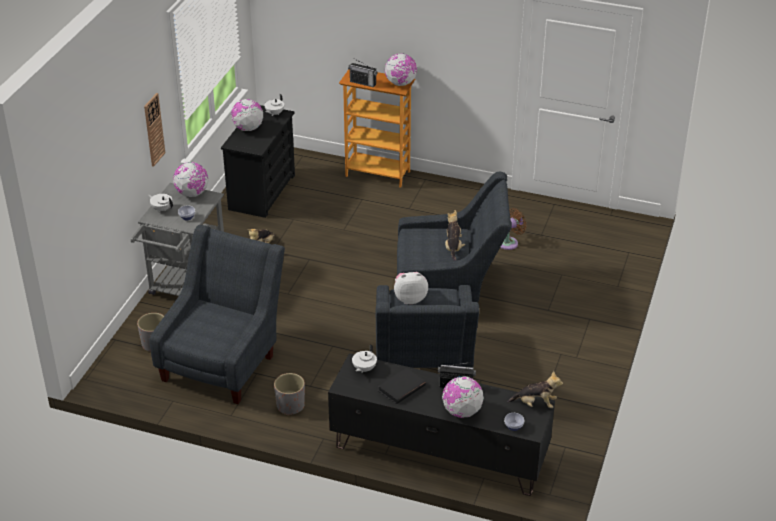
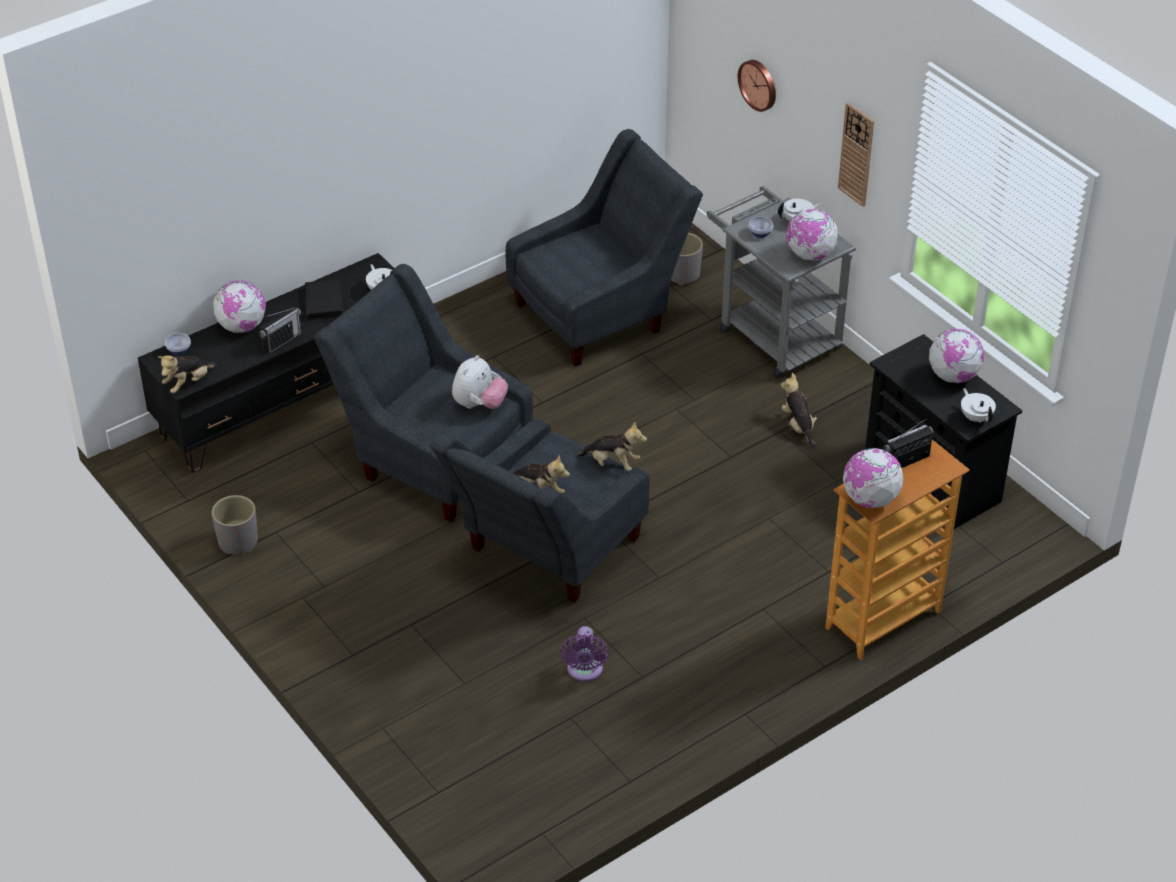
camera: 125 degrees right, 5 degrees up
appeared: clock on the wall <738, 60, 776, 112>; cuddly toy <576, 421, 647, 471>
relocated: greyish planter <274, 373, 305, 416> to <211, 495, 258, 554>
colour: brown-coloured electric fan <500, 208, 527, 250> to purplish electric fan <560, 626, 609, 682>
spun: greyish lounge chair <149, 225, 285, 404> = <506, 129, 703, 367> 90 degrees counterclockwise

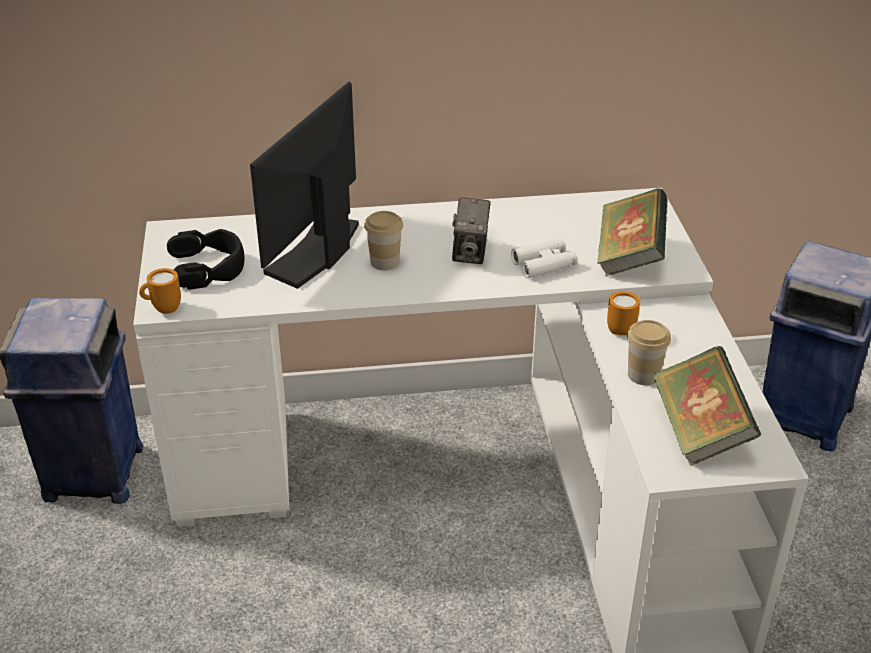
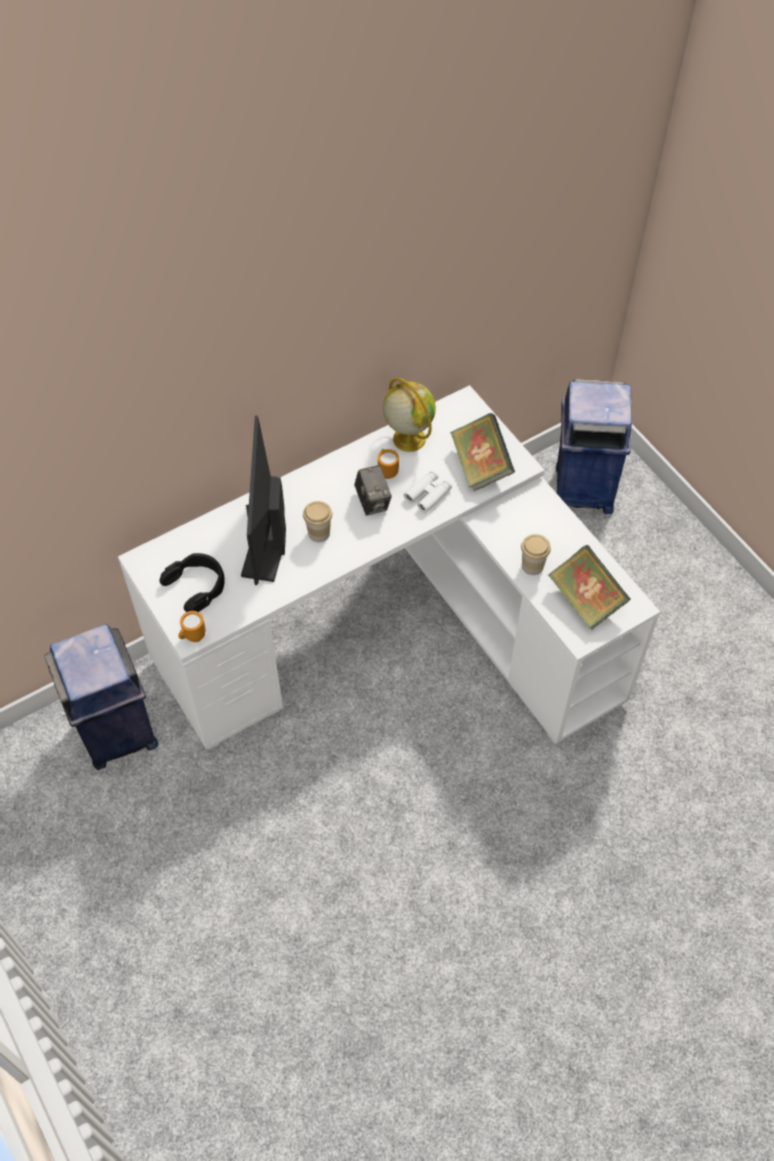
camera: 25 degrees left, 20 degrees up
appeared: world globe <383, 378, 436, 452>
relocated: orange tea mug <607, 291, 640, 335> to <378, 449, 399, 479>

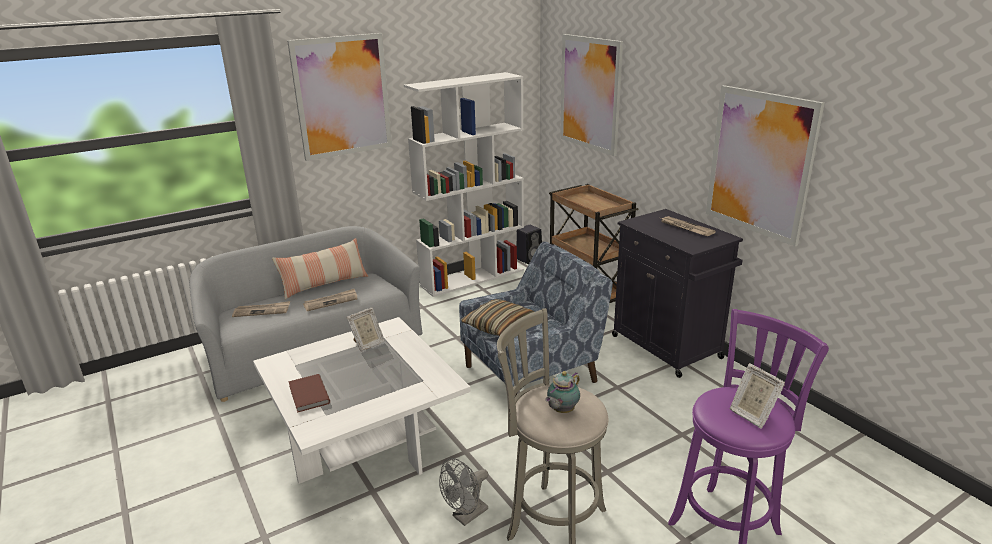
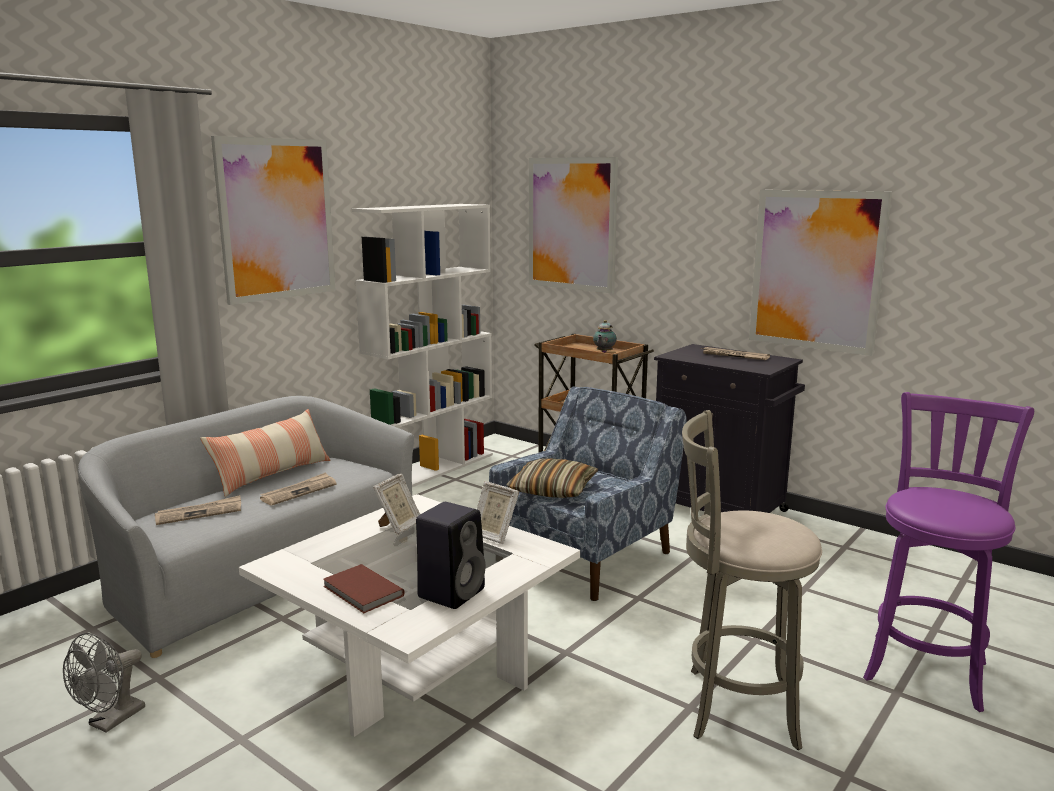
camera: 20 degrees left, 10 degrees down
relocated: black speaker <517, 225, 542, 264> to <416, 502, 485, 609>; picture frame <730, 363, 785, 429> to <477, 481, 519, 544>; pot for tea <545, 371, 580, 413> to <593, 320, 617, 353>; greyish electric fan <439, 458, 488, 526> to <63, 633, 145, 733>

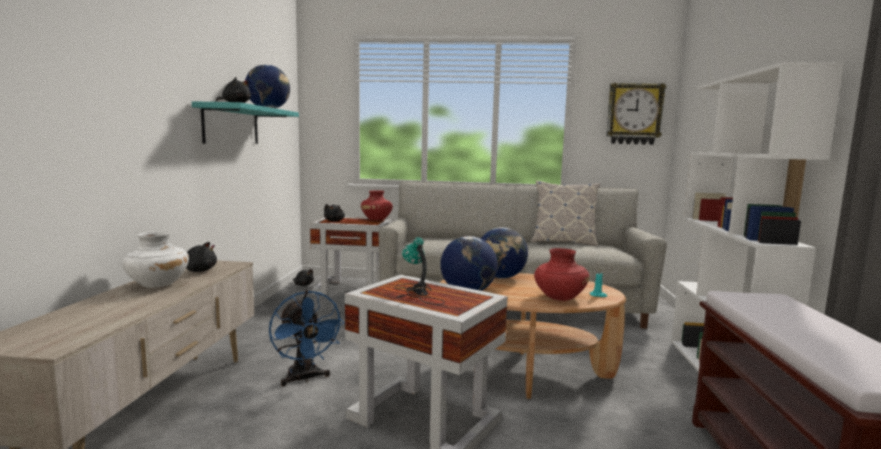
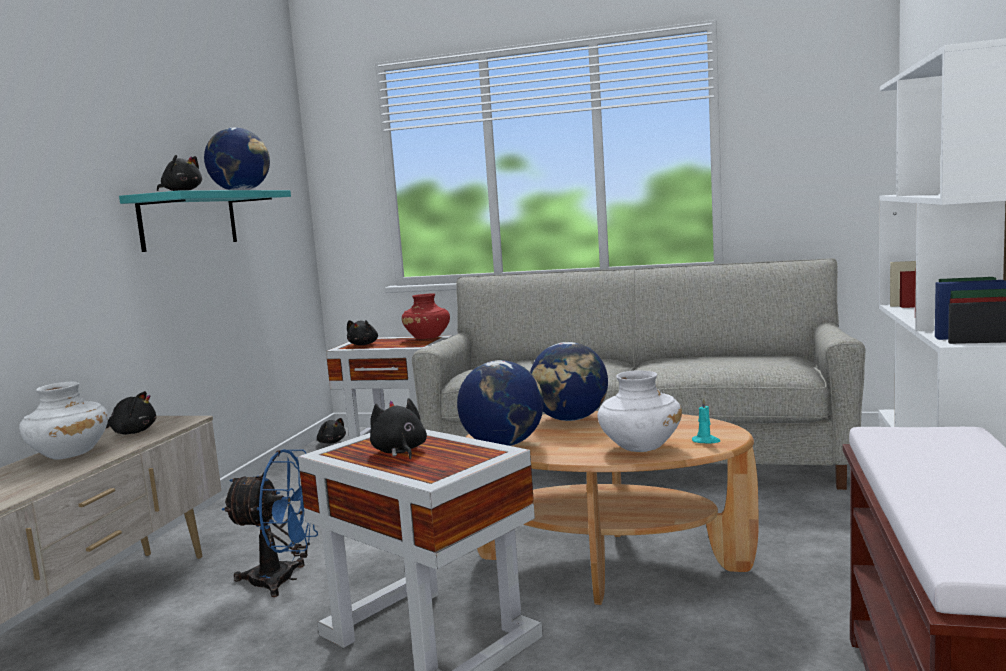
camera: 10 degrees right, 0 degrees up
missing: clock on the wall <606, 83, 666, 145>; cushion <531, 181, 600, 247>
exchanged: tabletop lamp <394, 237, 445, 305> to black cuddly toy <370, 398, 427, 459>
colour: red vase <534, 248, 590, 301> to white vase <598, 370, 682, 452>
spun: bluish electric fan <269, 291, 344, 386> = <222, 449, 318, 597> 60 degrees counterclockwise

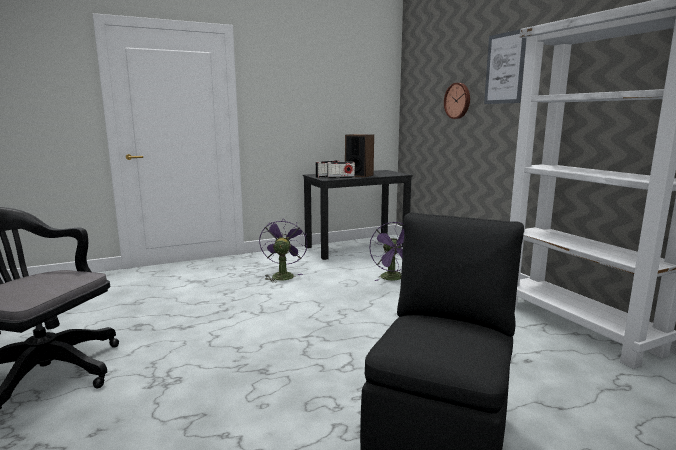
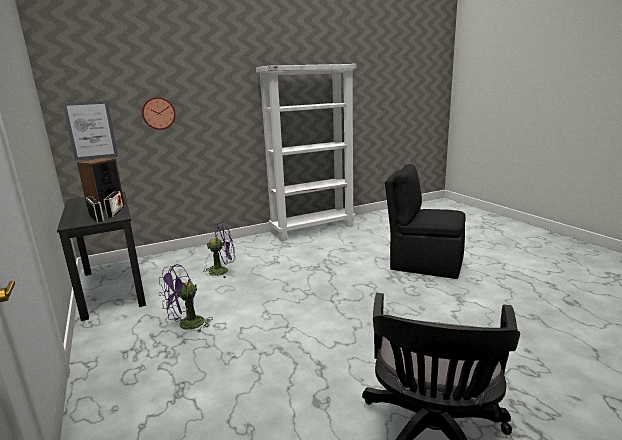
camera: 90 degrees left, 5 degrees up
relocated: wall art <484, 30, 526, 104> to <62, 100, 118, 161>
spun: purplish electric fan <259, 221, 307, 283> = <159, 264, 213, 332> 45 degrees counterclockwise

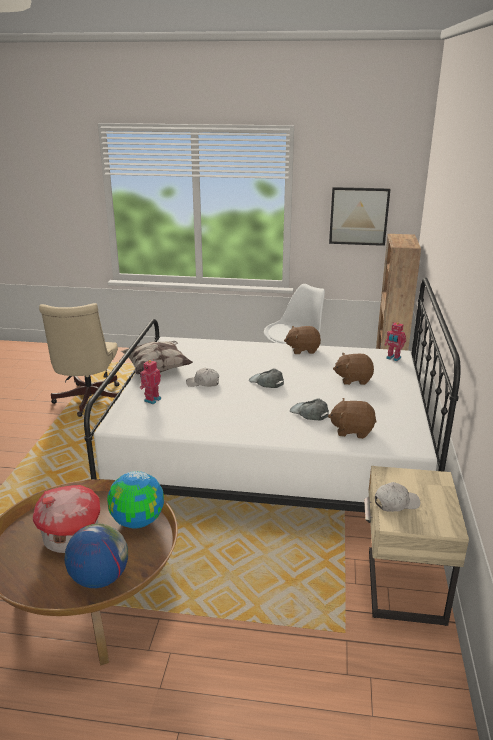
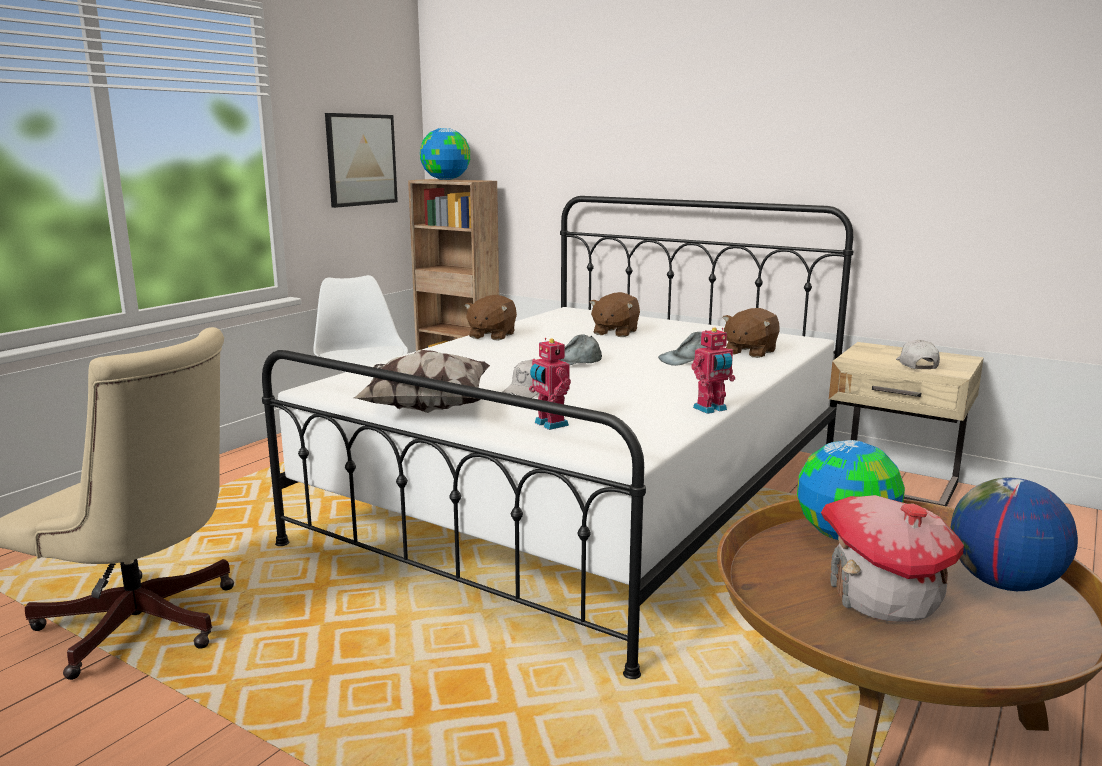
camera: 65 degrees left, 10 degrees down
appeared: world globe <420, 128, 470, 180>
relocated: toy robot <385, 322, 406, 361> to <691, 328, 735, 414>

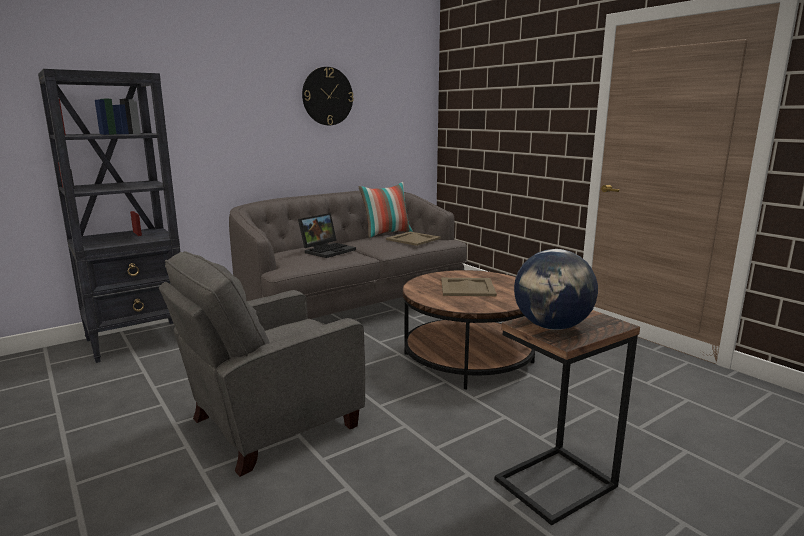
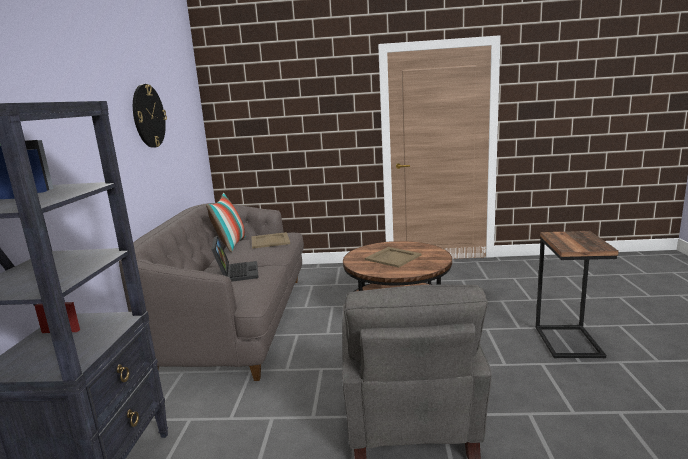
camera: 50 degrees left, 0 degrees up
missing: world globe <514, 249, 598, 330>

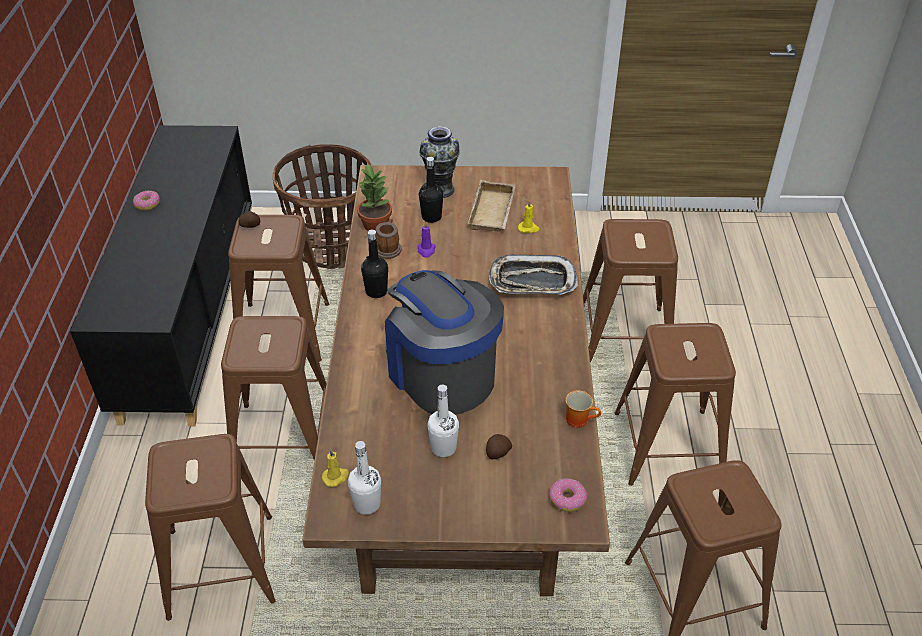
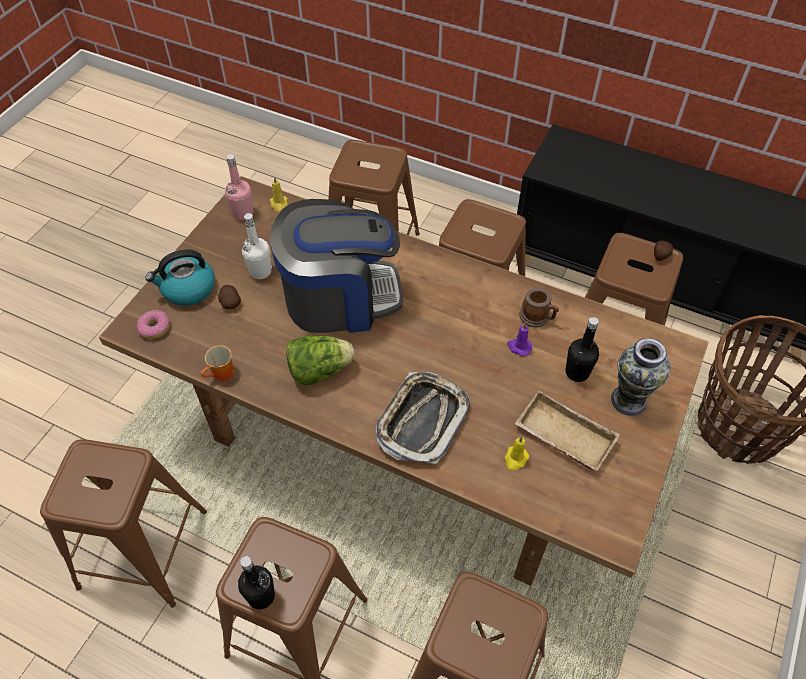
camera: 115 degrees right, 10 degrees up
missing: plant in a pot <357, 163, 392, 231>; ring doughnut <133, 191, 160, 211>
appeared: tea kettle <146, 249, 215, 306>; lettuce <286, 335, 355, 385>
relocated: black bottle <361, 230, 388, 298> to <238, 556, 275, 609>
colour: white bottle <348, 441, 381, 515> to pink bottle <225, 154, 253, 220>

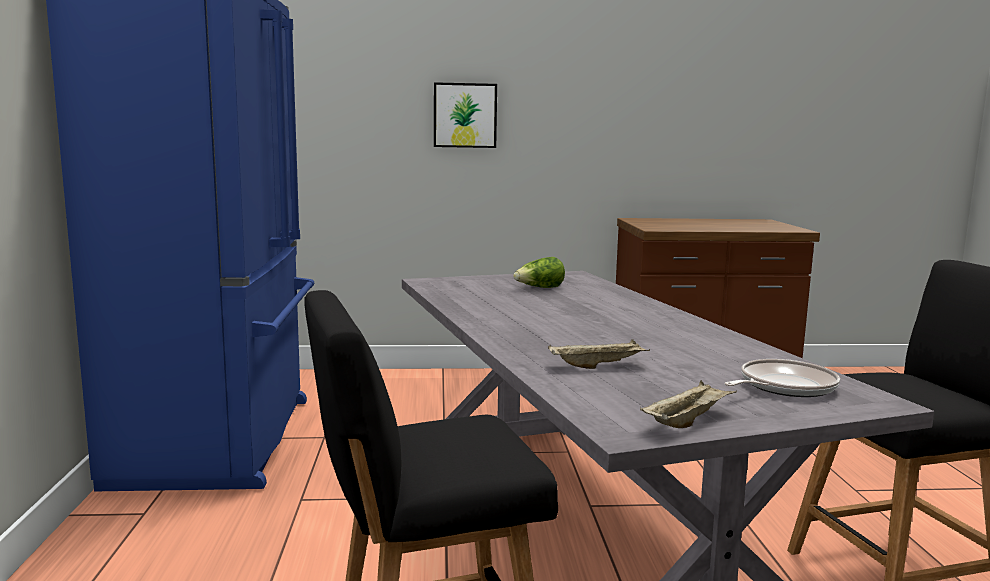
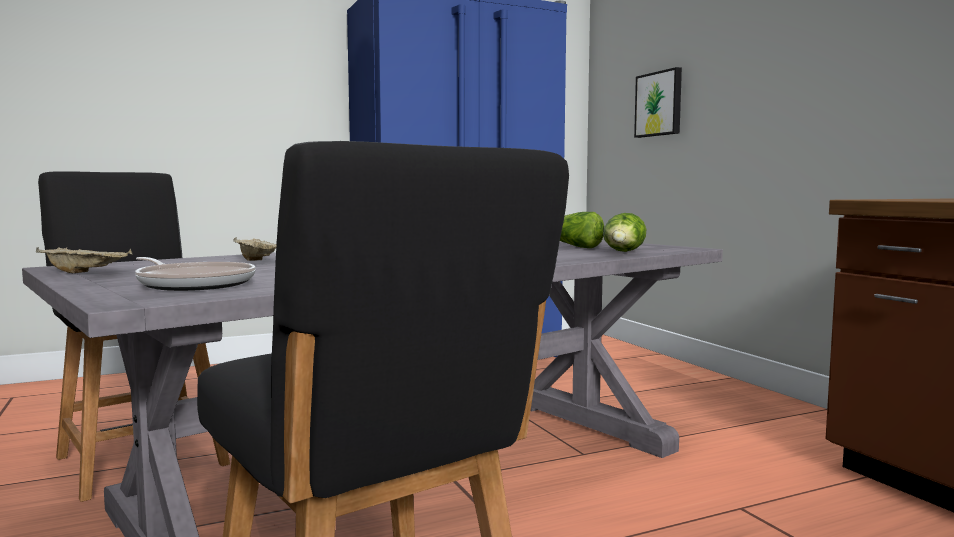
camera: 70 degrees right, 5 degrees down
appeared: lettuce <603, 213, 646, 252>
relocated: wall art <434, 82, 497, 148> to <634, 67, 682, 138>

